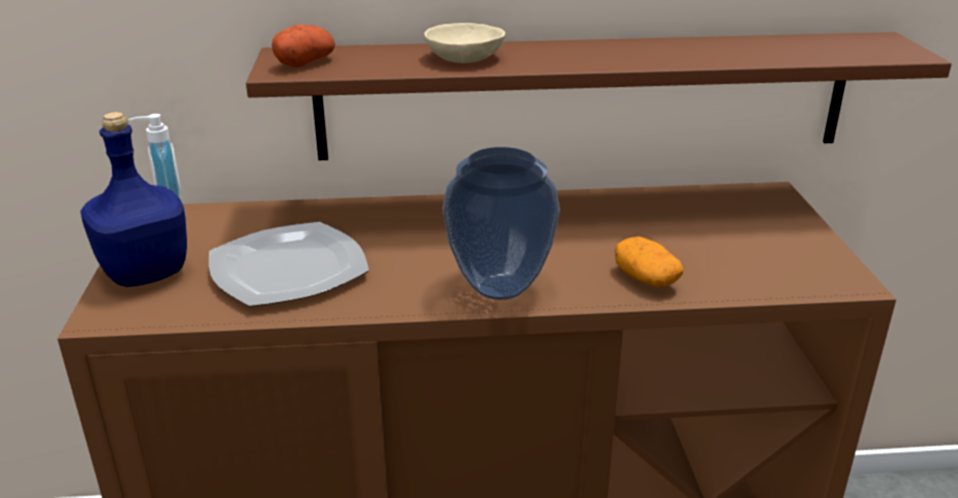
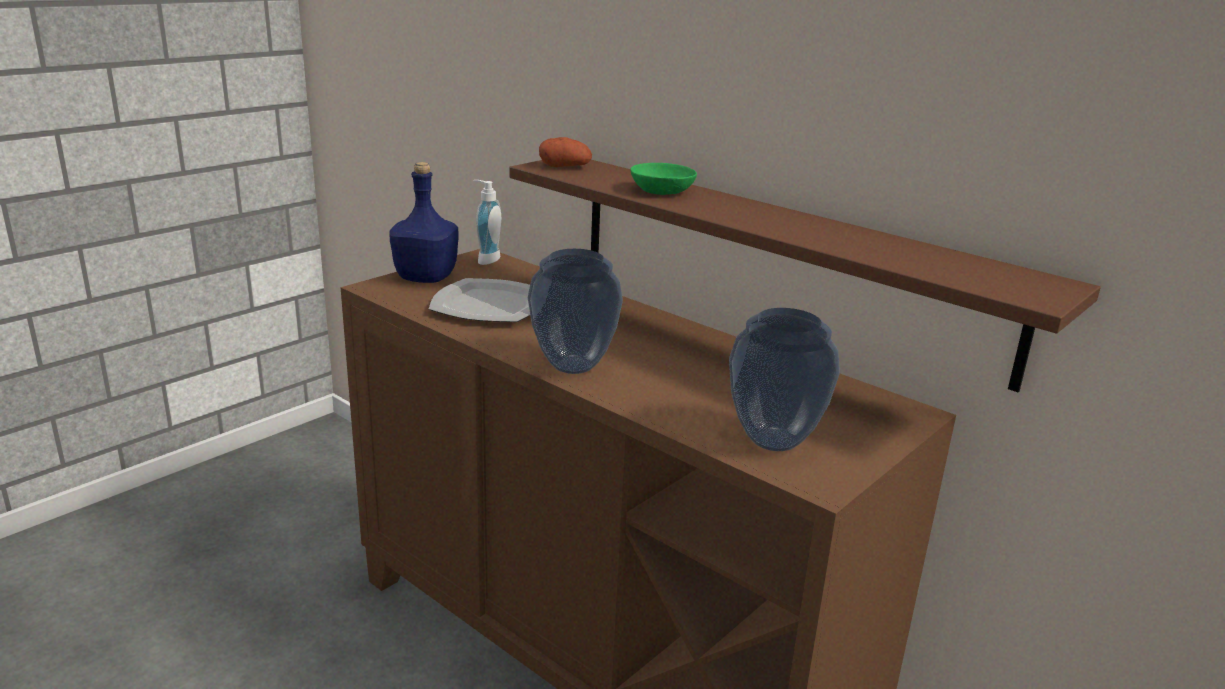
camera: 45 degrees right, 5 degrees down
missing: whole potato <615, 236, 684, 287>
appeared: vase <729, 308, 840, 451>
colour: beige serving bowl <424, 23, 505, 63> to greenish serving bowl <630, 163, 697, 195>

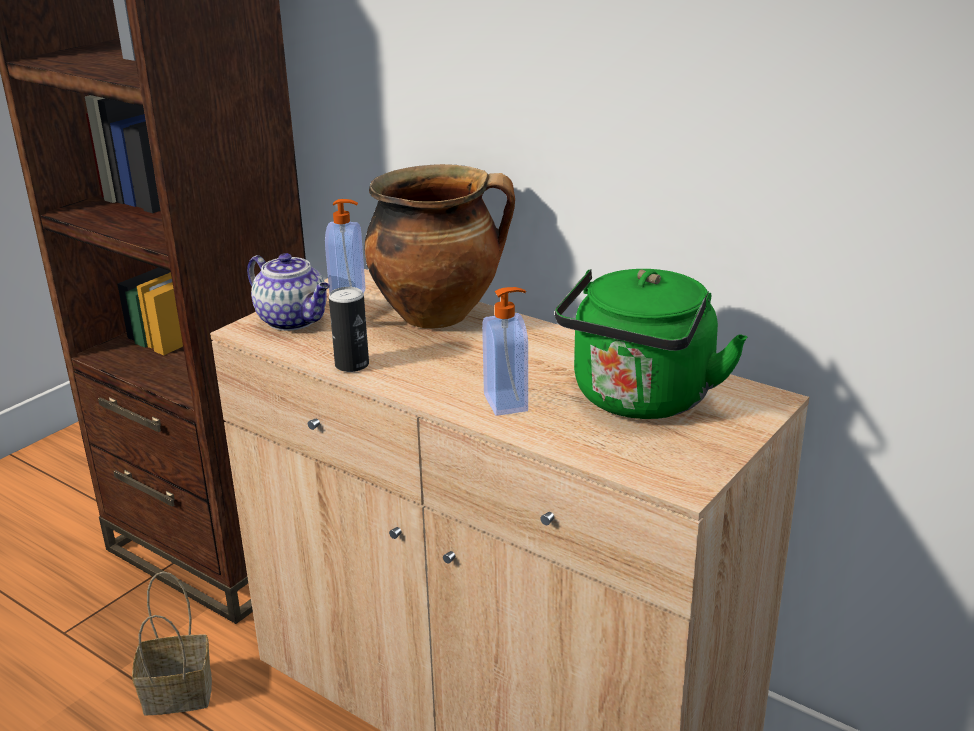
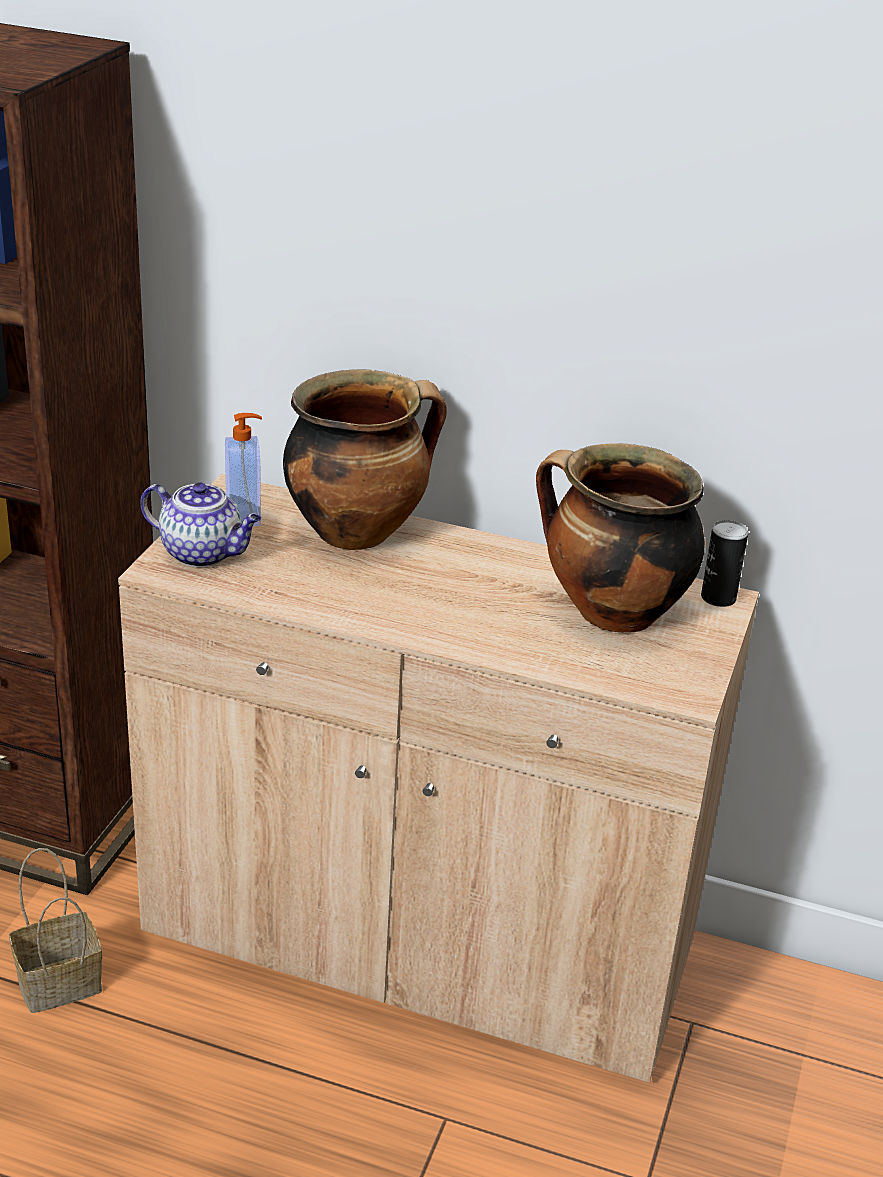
camera: 20 degrees left, 5 degrees up
missing: soap dispenser <482, 287, 528, 416>
relocated: can <329, 287, 369, 372> to <701, 520, 748, 607>
exchanged: greenish tea kettle <555, 269, 748, 419> to stockpot <536, 443, 705, 633>

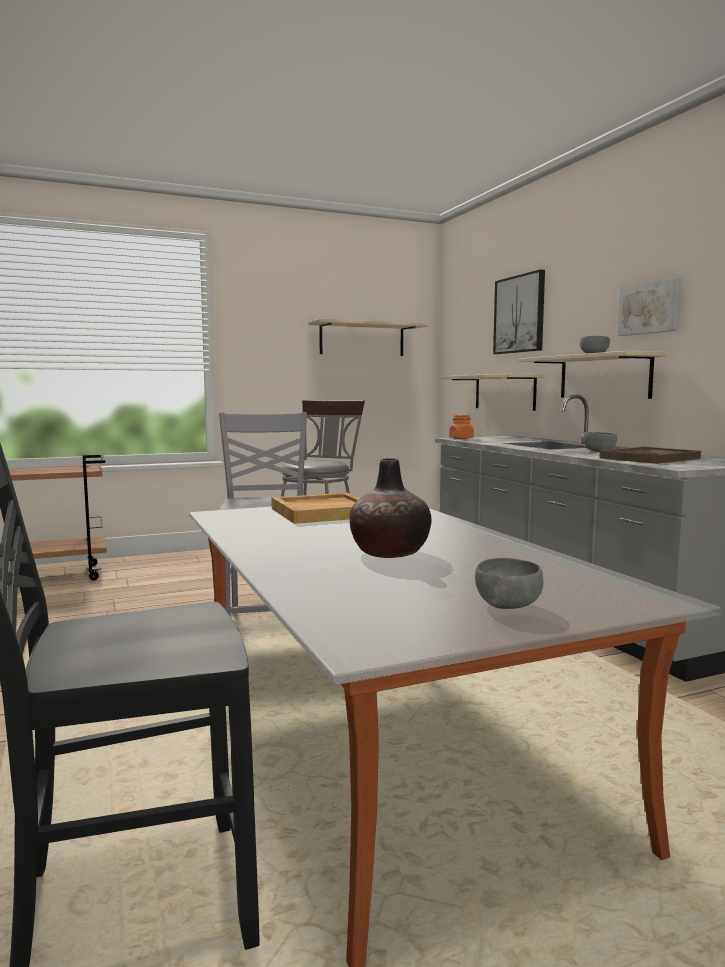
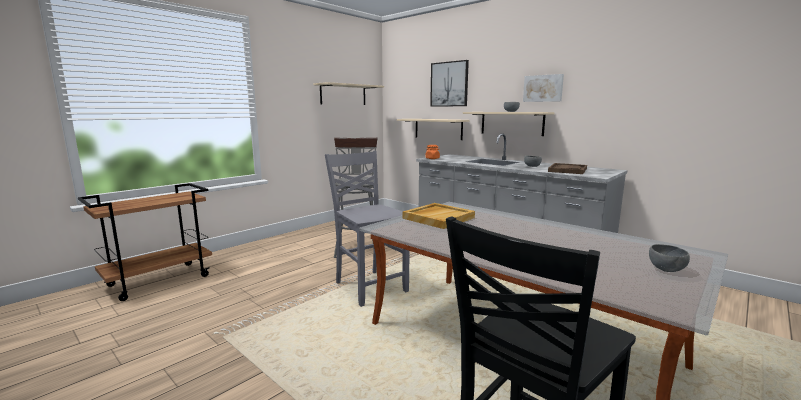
camera: 25 degrees left, 5 degrees up
missing: vase <350, 458, 432, 558>

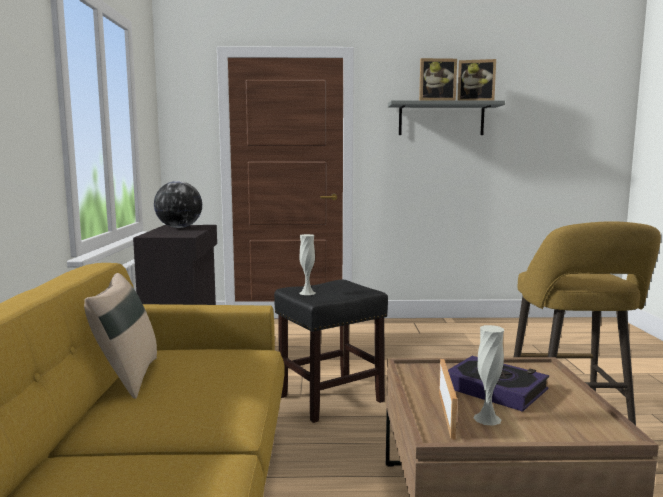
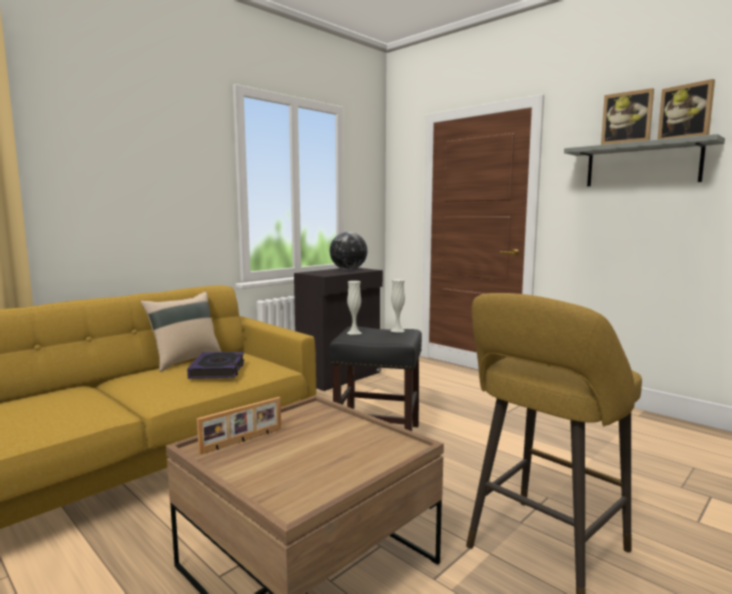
camera: 45 degrees right, 0 degrees up
relocated: white vase <474, 325, 504, 426> to <390, 279, 405, 332>; book <448, 356, 549, 412> to <187, 352, 245, 379>

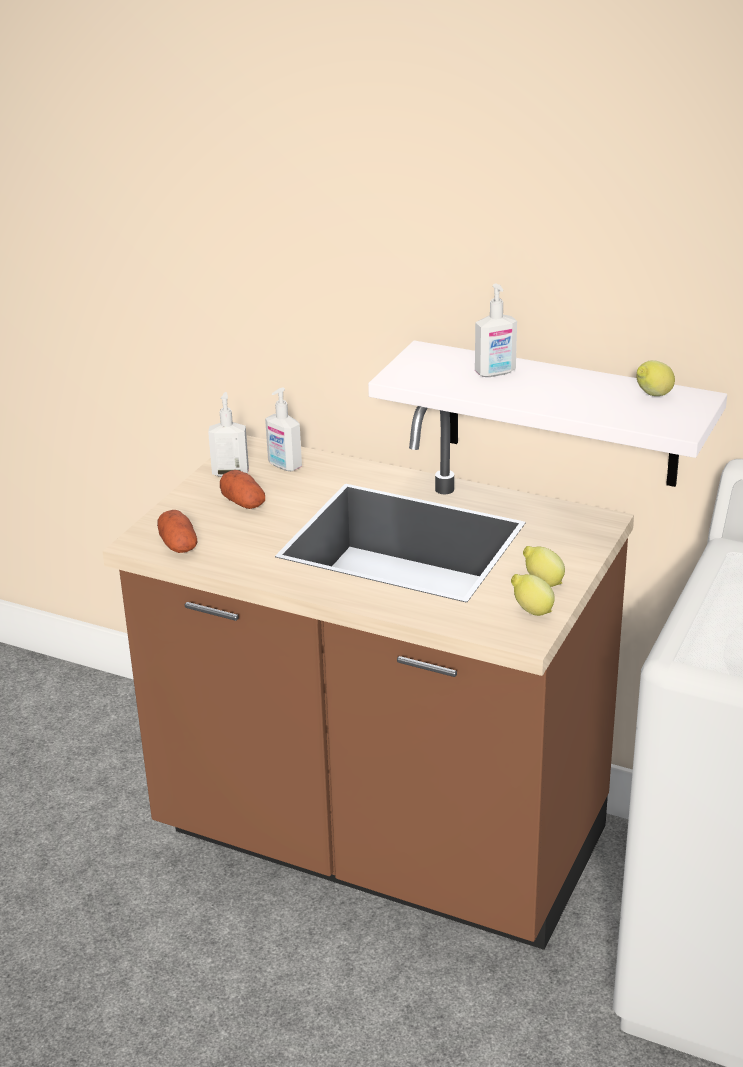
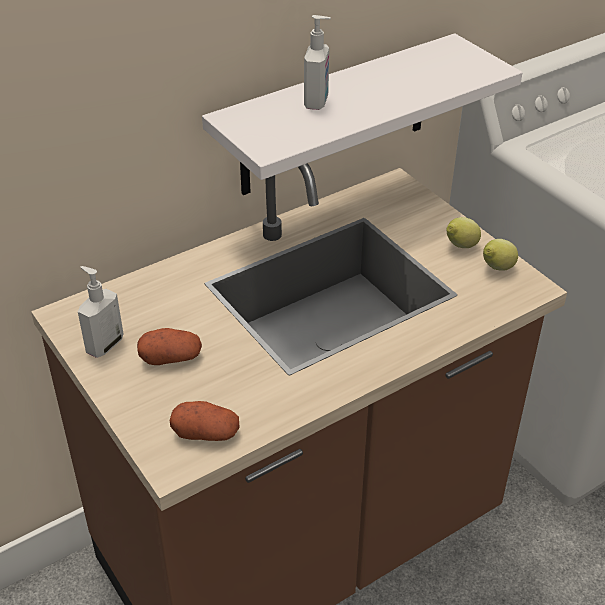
camera: 60 degrees left, 10 degrees up
missing: lemon <637, 360, 675, 396>; soap dispenser <265, 388, 302, 471>

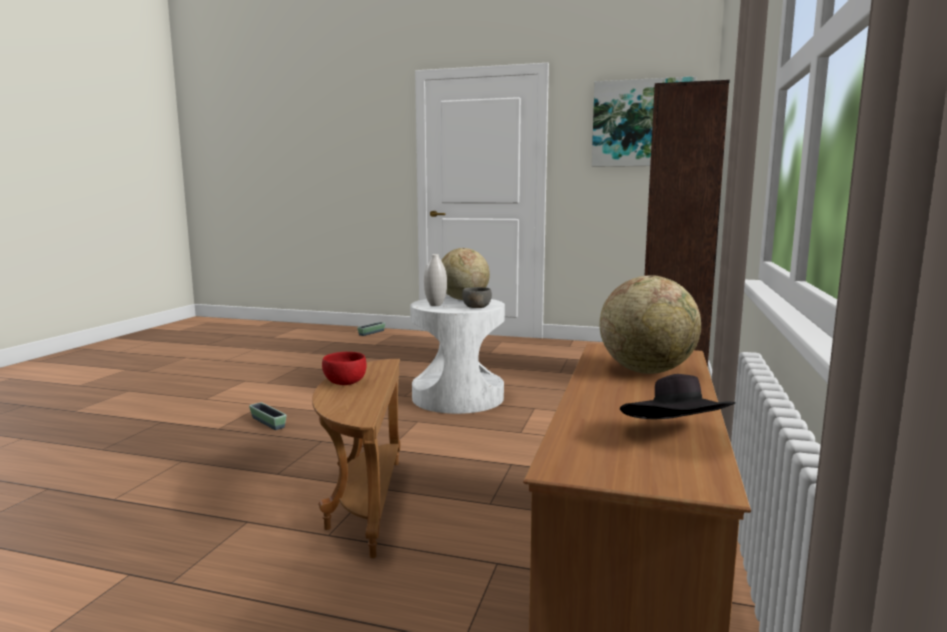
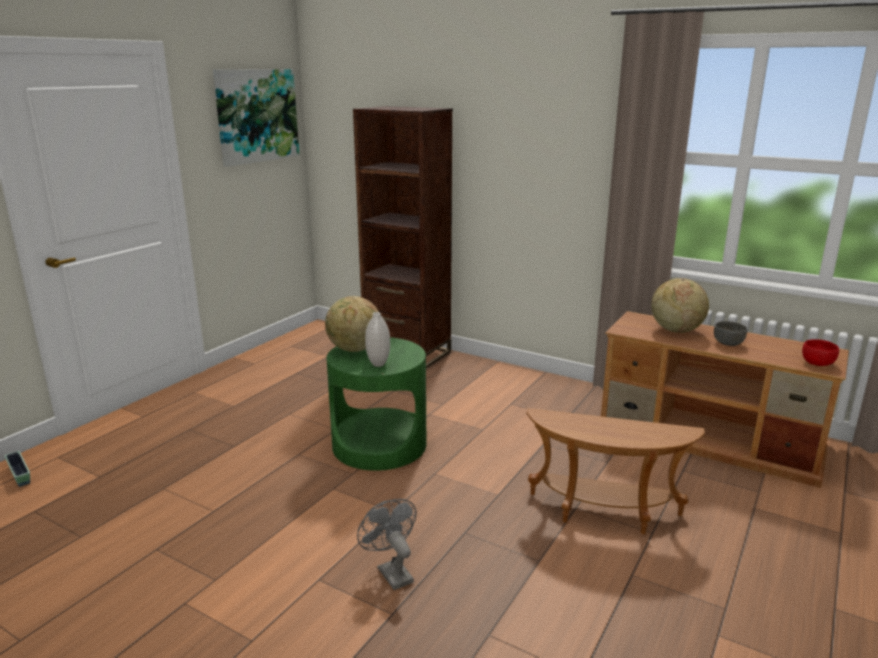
camera: 75 degrees left, 10 degrees up
missing: black hat <620, 374, 736, 419>
relocated: greyish serving bowl <462, 287, 492, 308> to <714, 321, 747, 346>; red serving bowl <322, 352, 366, 385> to <802, 339, 839, 366>
exchanged: planter <249, 402, 287, 430> to greyish electric fan <357, 499, 417, 590>
colour: white accent table <410, 297, 505, 414> to greenish accent table <327, 337, 426, 471>

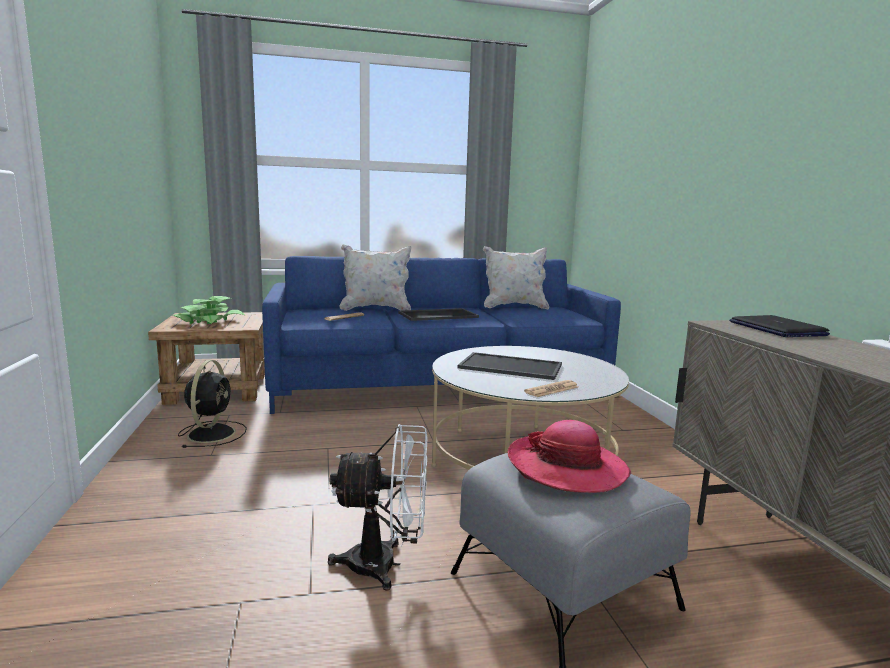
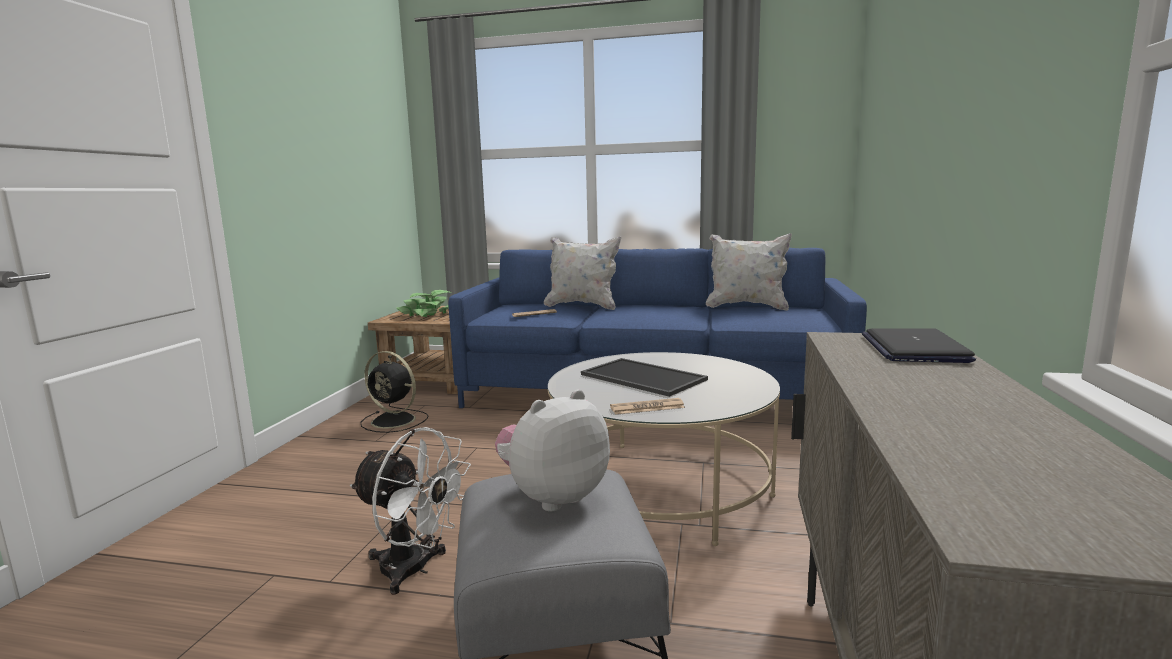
camera: 25 degrees right, 0 degrees up
missing: serving tray <398, 308, 479, 321>
exchanged: hat <508, 420, 631, 493> to cuddly toy <495, 390, 610, 512>
spun: black electric fan <178, 360, 247, 448> = <360, 351, 428, 433> 90 degrees clockwise

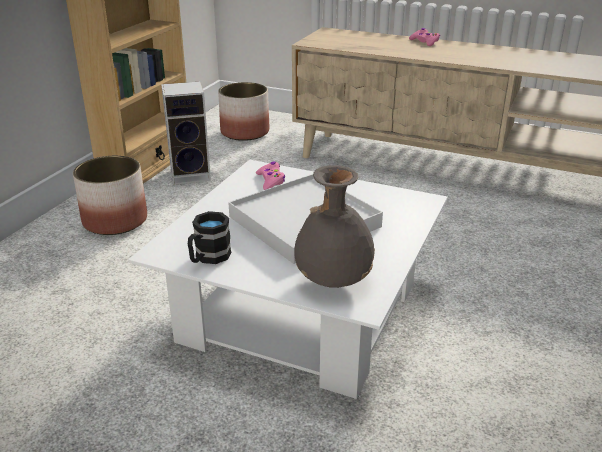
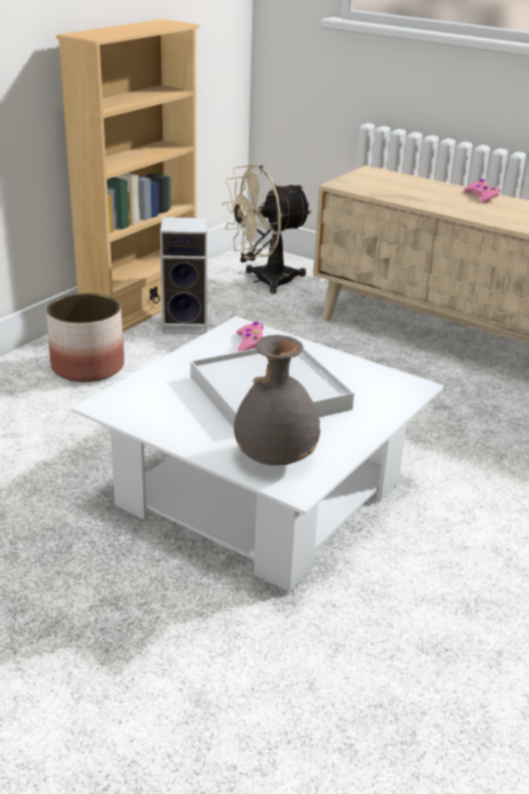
camera: 10 degrees right, 0 degrees up
missing: black tea mug <188, 211, 231, 264>
exchanged: planter <218, 82, 269, 141> to beige electric fan <222, 164, 312, 294>

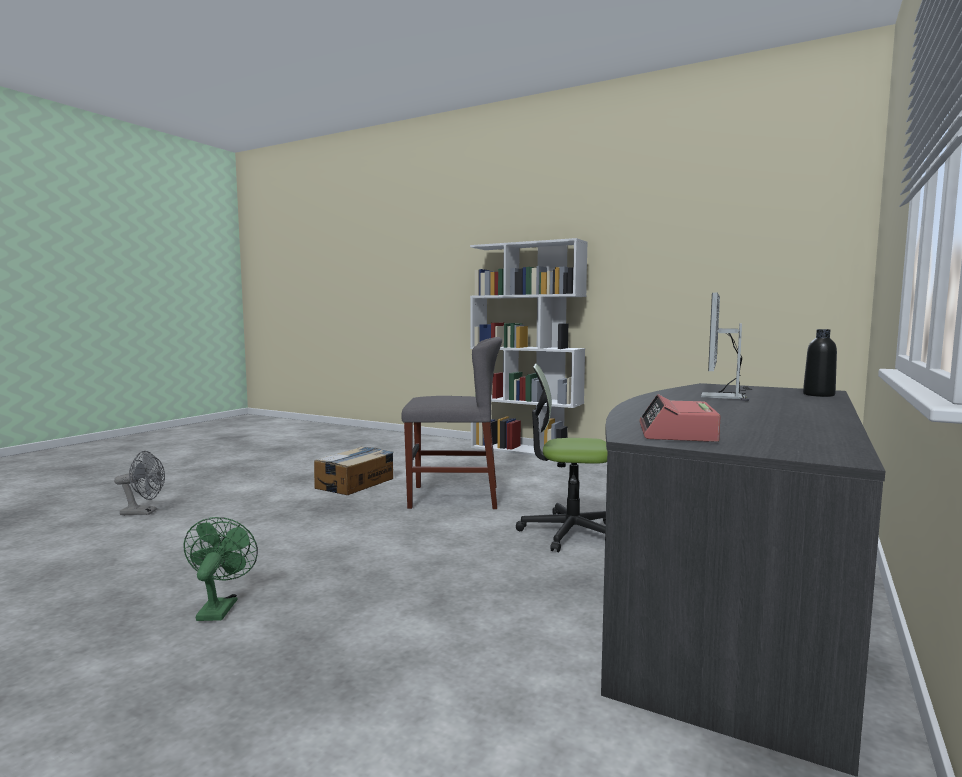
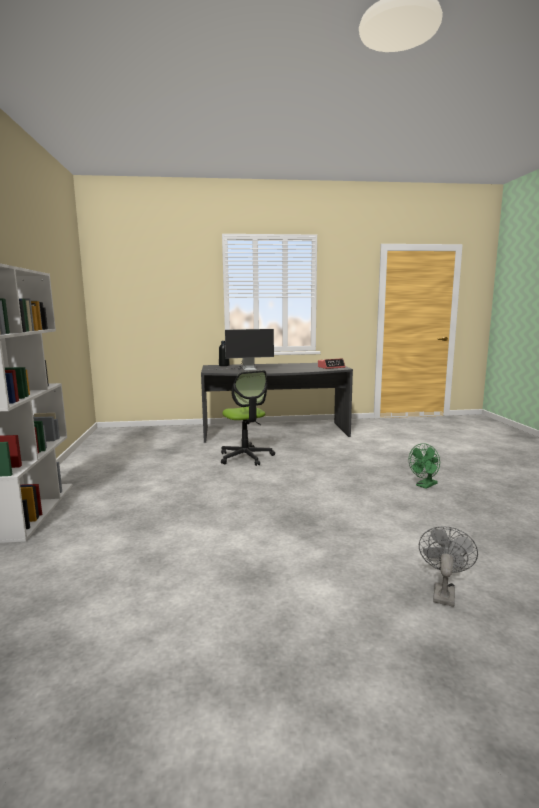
camera: 125 degrees left, 5 degrees up
missing: greyish plain chair <401, 337, 502, 509>; carton <314, 446, 394, 495>
spun: greyish electric fan <114, 451, 165, 515> = <419, 526, 478, 607> 60 degrees clockwise

